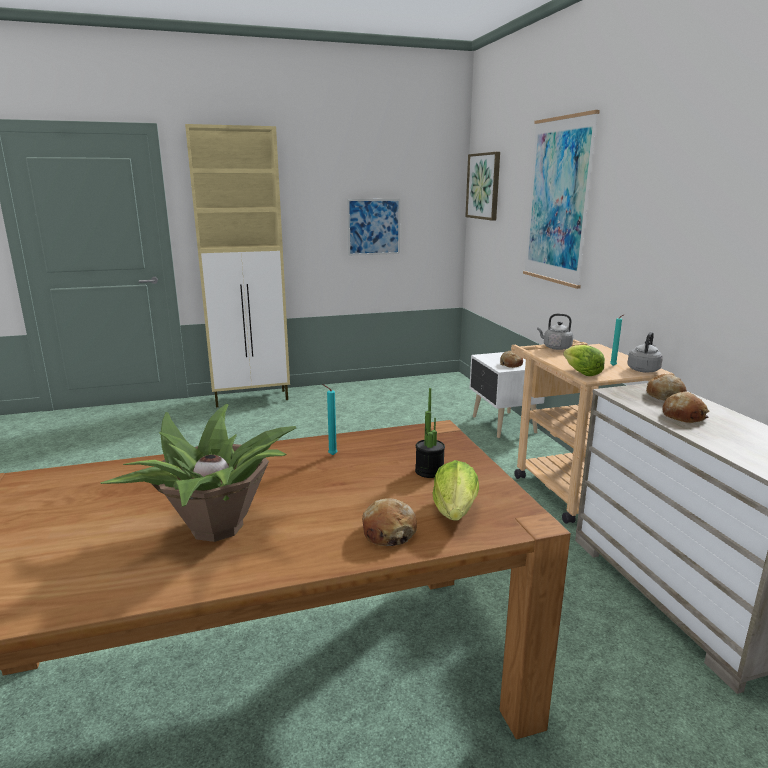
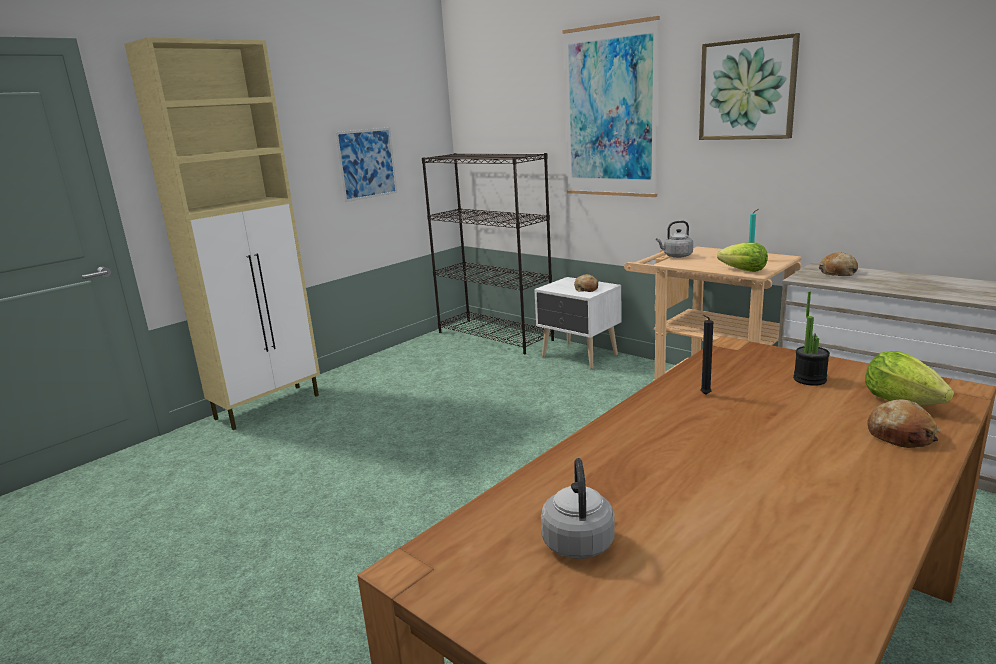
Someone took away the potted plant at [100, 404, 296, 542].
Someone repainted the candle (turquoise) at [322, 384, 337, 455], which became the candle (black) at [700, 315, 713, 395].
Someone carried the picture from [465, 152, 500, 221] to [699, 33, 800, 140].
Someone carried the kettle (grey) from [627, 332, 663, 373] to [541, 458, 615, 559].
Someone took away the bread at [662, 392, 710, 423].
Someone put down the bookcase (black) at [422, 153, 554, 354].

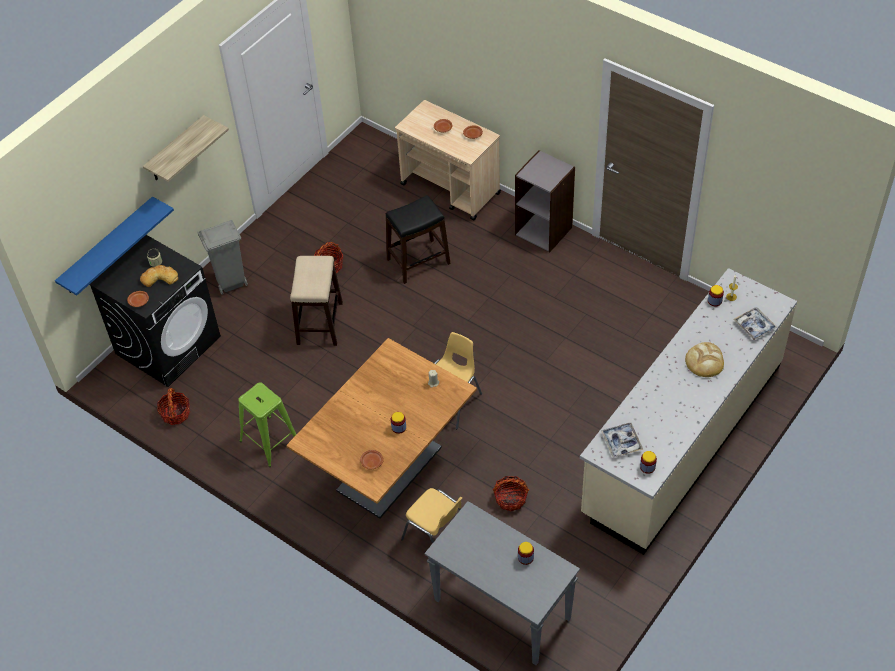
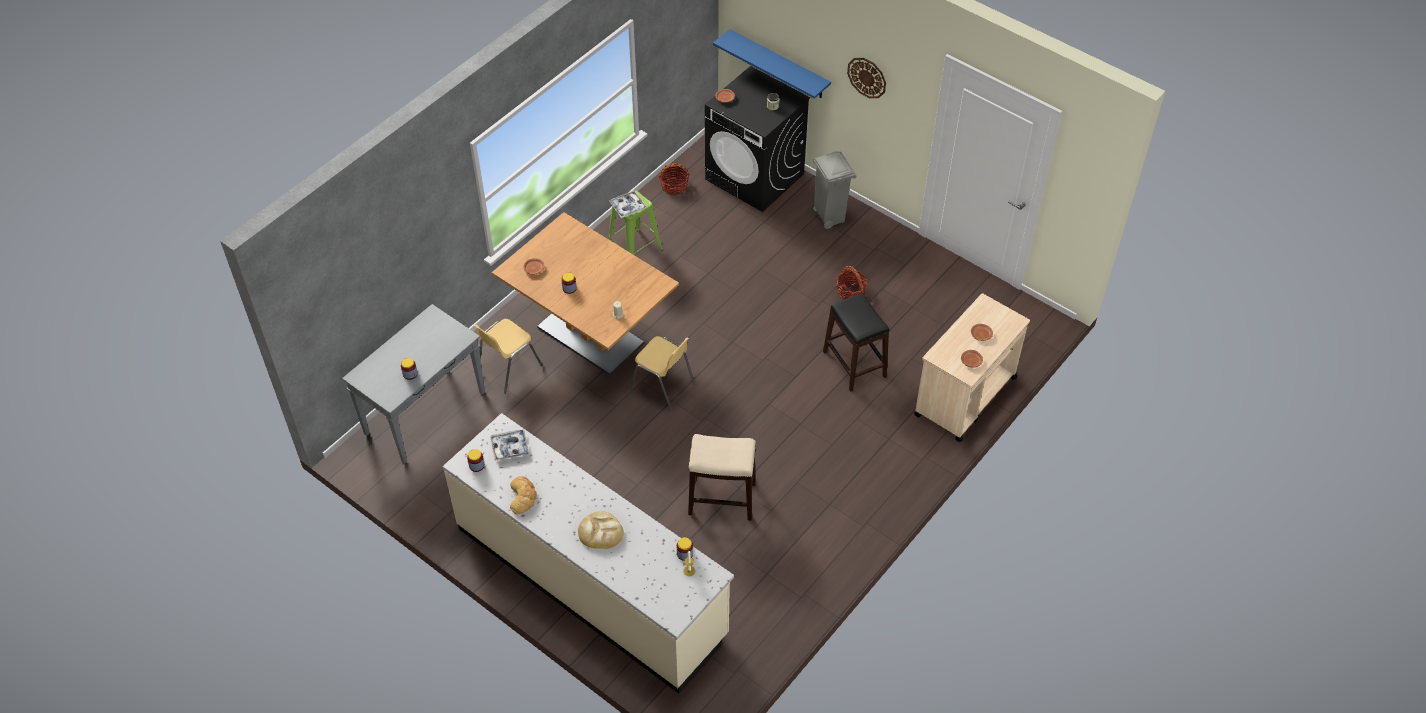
Someone carried the bread from [140, 265, 178, 287] to [510, 476, 537, 514].
Someone swapped the shelf at [143, 115, 229, 182] for the wall clock at [847, 58, 886, 98].
Someone carried the stool from [290, 256, 343, 346] to [688, 434, 756, 521].
Someone took away the basket at [493, 476, 529, 511].
Someone took away the bookcase (grey) at [515, 150, 575, 252].
Someone carried the tray from [733, 307, 777, 340] to [609, 190, 647, 218].

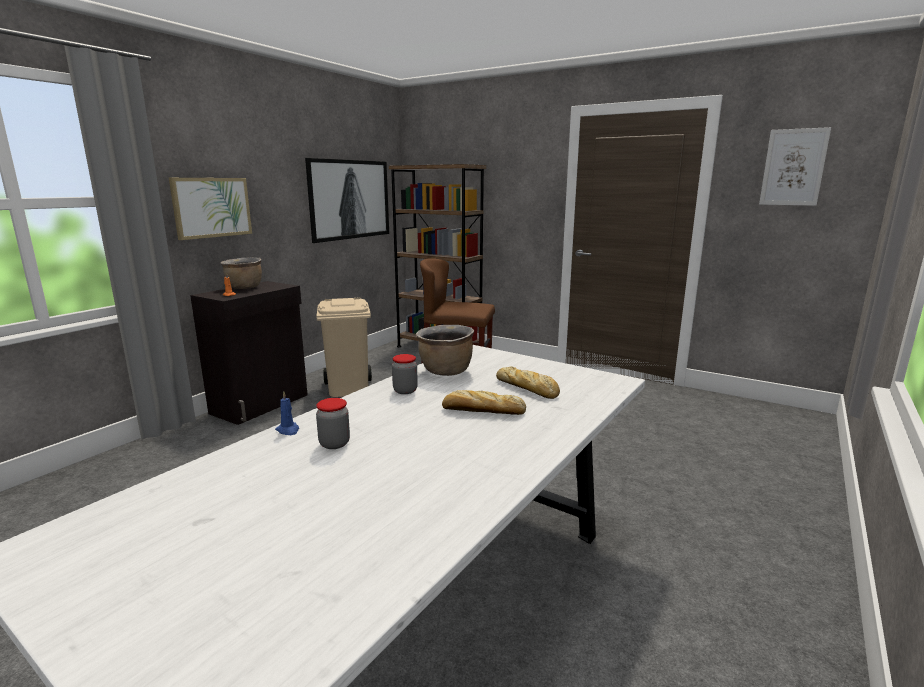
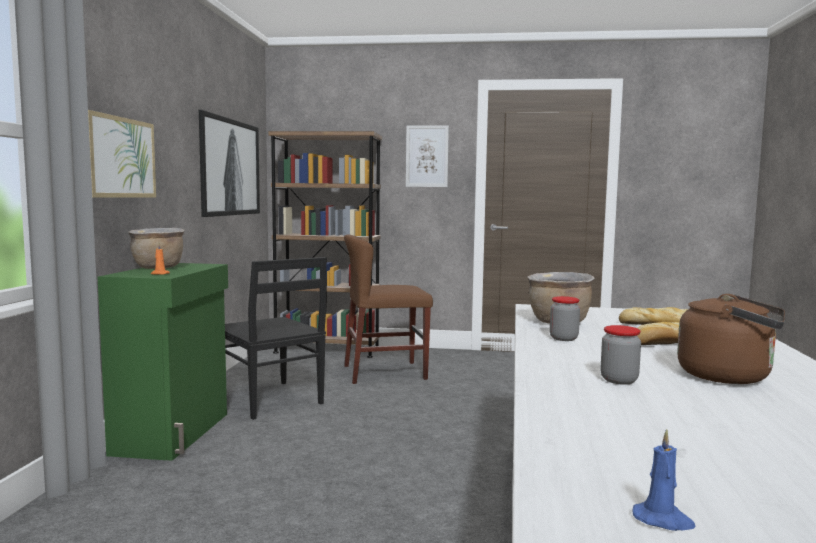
Someone repainted the cabinet (black) at [190, 281, 308, 425], which became the cabinet (green) at [98, 263, 228, 461].
Someone carried the candle (blue) from [275, 391, 299, 435] to [633, 429, 696, 531].
Someone swapped the trash can (beige) at [316, 297, 372, 397] for the chair (black) at [225, 257, 327, 420].
Someone carried the picture from [759, 127, 831, 206] to [406, 125, 449, 187].
Someone put down the kettle (brown) at [677, 294, 785, 384].

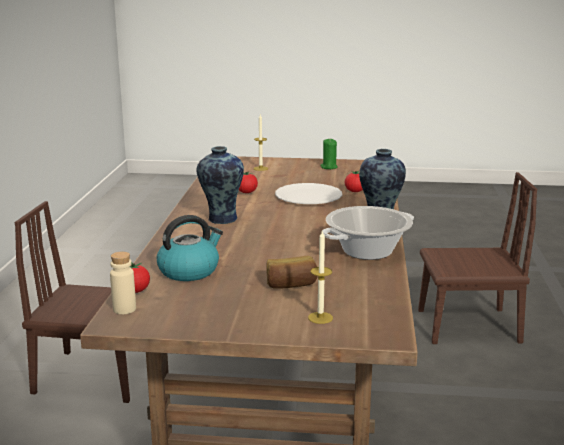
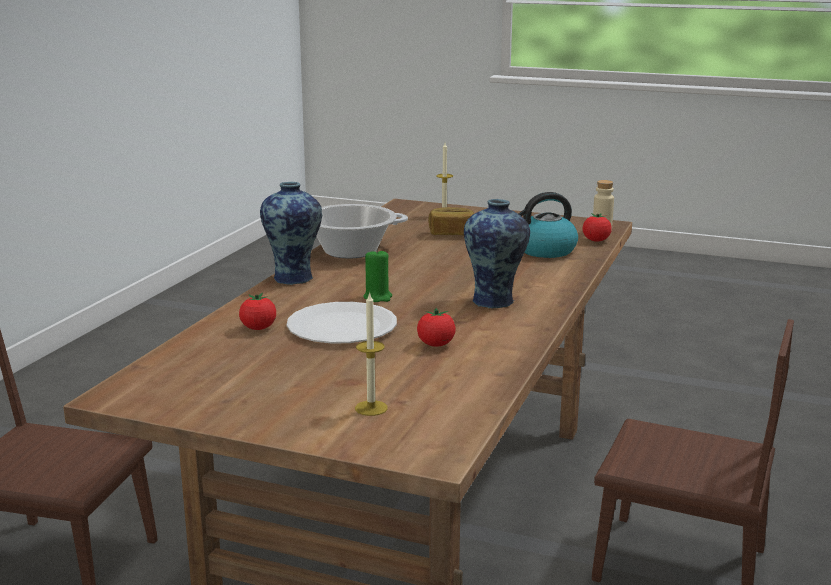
Someone carried the candle (green) from [320, 139, 338, 169] to [363, 249, 392, 302].

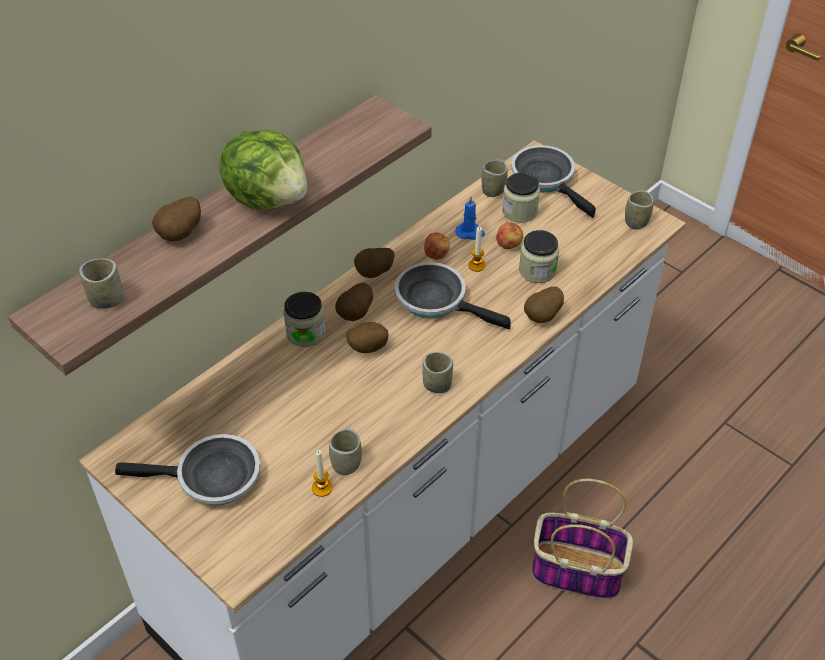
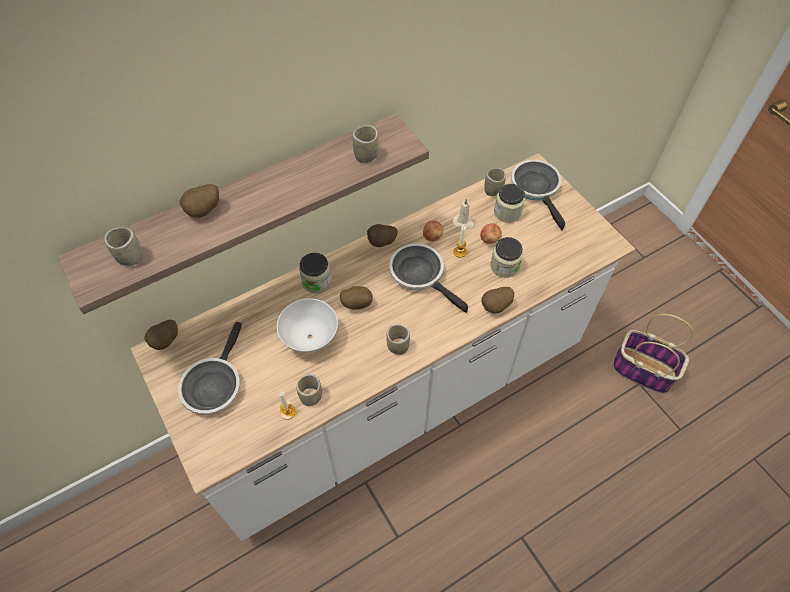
Someone rotated the frying pan at [115, 434, 260, 505] by 90 degrees clockwise.
Someone took away the lettuce at [219, 130, 307, 210].
Someone carried the potato from [335, 282, 373, 321] to [144, 320, 178, 350].
Someone repainted the candle (blue) at [455, 196, 485, 240], which became the candle (beige) at [453, 198, 475, 230].
Someone carried the basket from [532, 479, 633, 600] to [613, 314, 693, 394].
Someone carried the cup from [625, 190, 653, 229] to [352, 125, 379, 163].
Someone put down the bowl (white) at [277, 298, 338, 353].

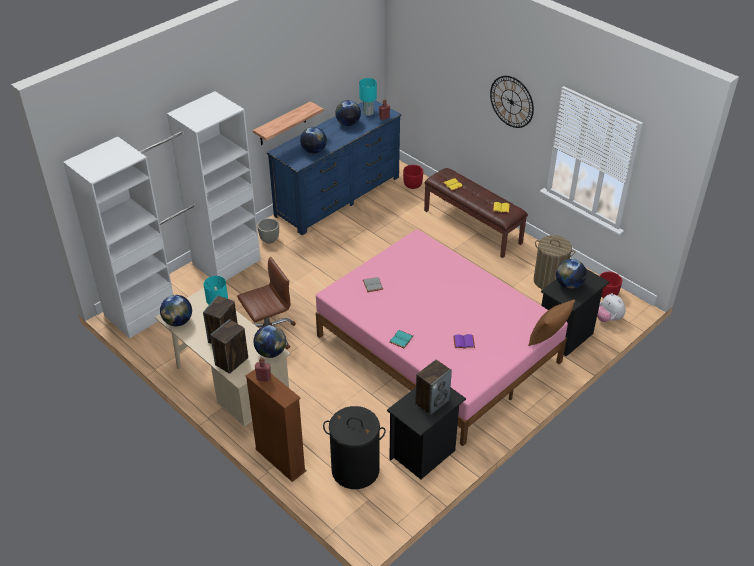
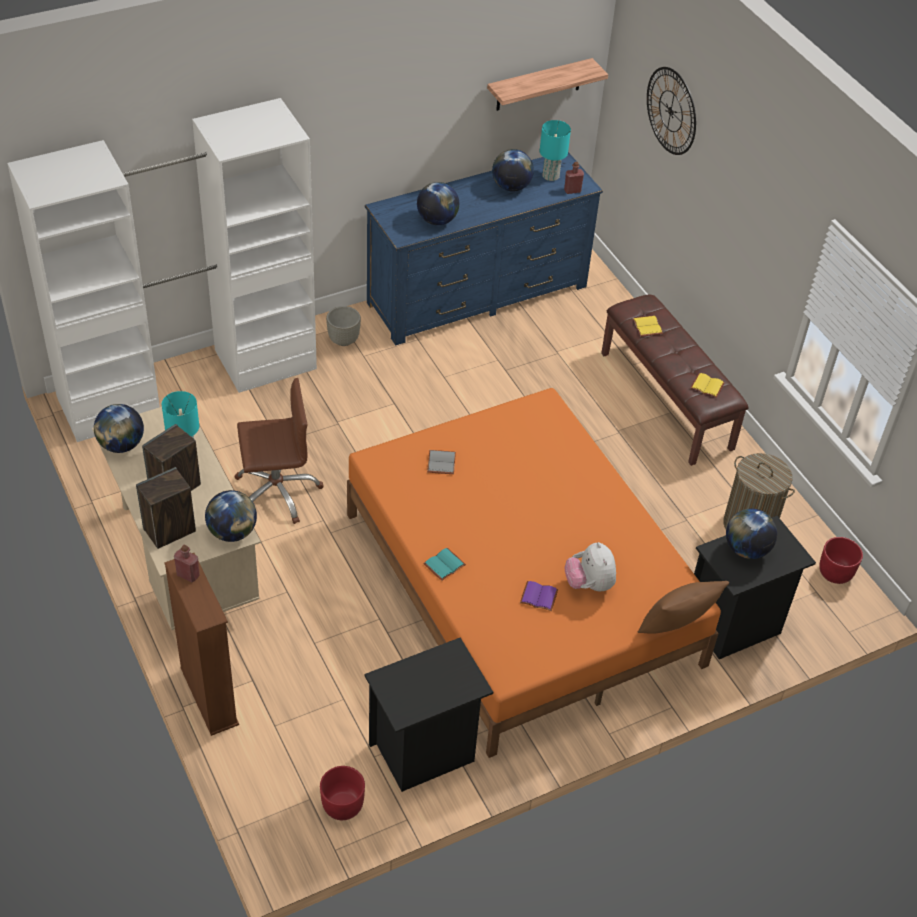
Someone carried the shelf from [253, 101, 324, 145] to [487, 58, 608, 111].
Someone repainted the bed (pink) at [316, 229, 568, 446], which became the bed (orange) at [347, 388, 721, 758].
Someone took away the laundry basket (black) at [323, 406, 386, 489].
Someone carried the planter (red) from [403, 165, 423, 189] to [320, 766, 365, 820].
Someone took away the speaker at [415, 359, 452, 415].
Someone carried the wall clock from [490, 76, 534, 128] to [647, 67, 696, 155].
Someone carried the plush toy from [597, 293, 626, 322] to [564, 542, 616, 591].

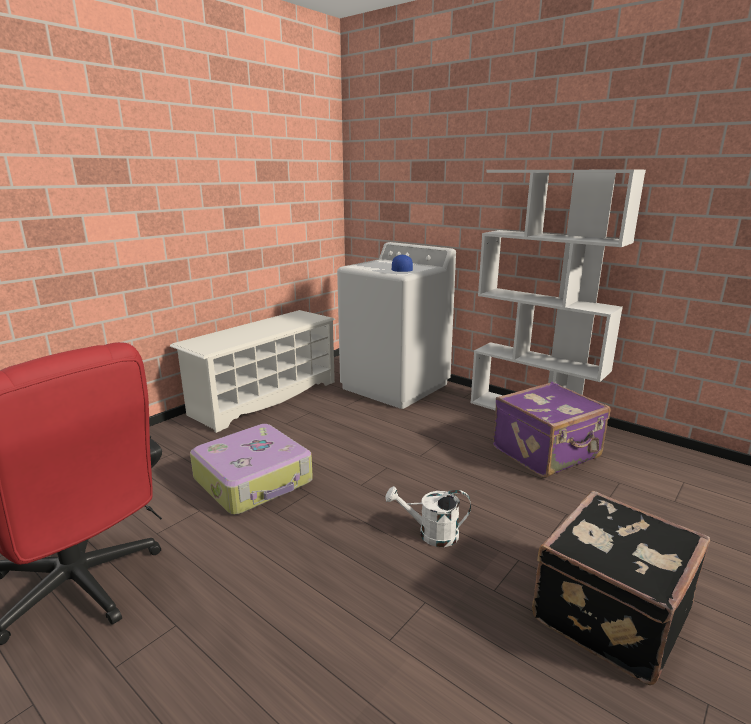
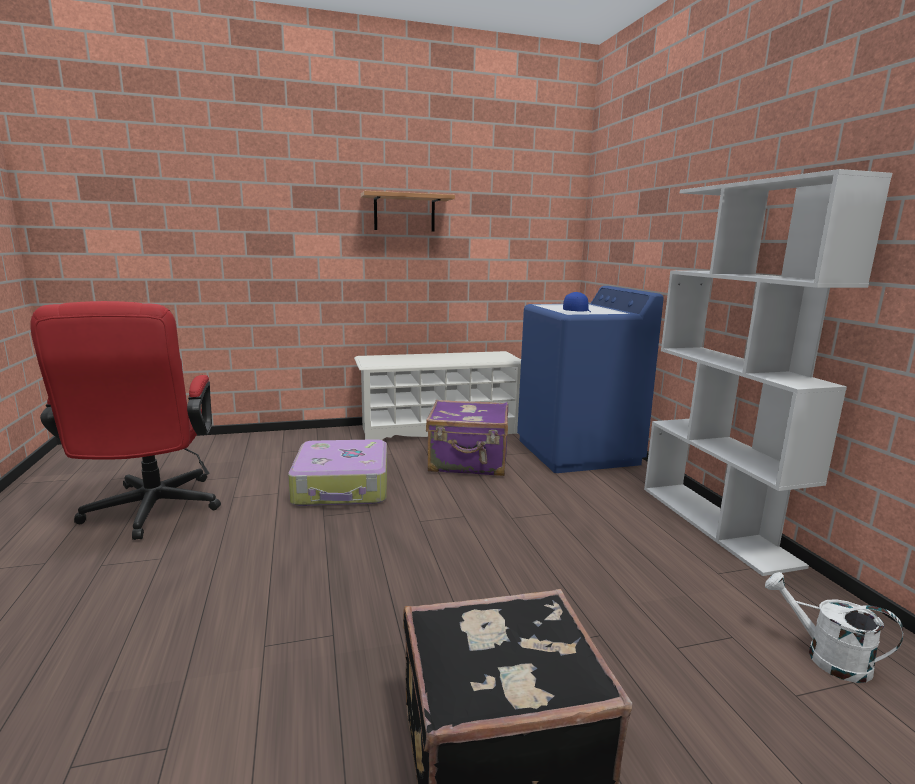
Someone repainted the washing machine (white) at [337, 242, 456, 409], which became the washing machine (blue) at [517, 286, 664, 473].
Someone carried the watering can (white) from [385, 486, 471, 547] to [765, 572, 903, 683].
Someone carried the suitcase (purple) from [493, 382, 611, 477] to [426, 399, 508, 476].
Someone put up the shelf at [361, 191, 455, 232].

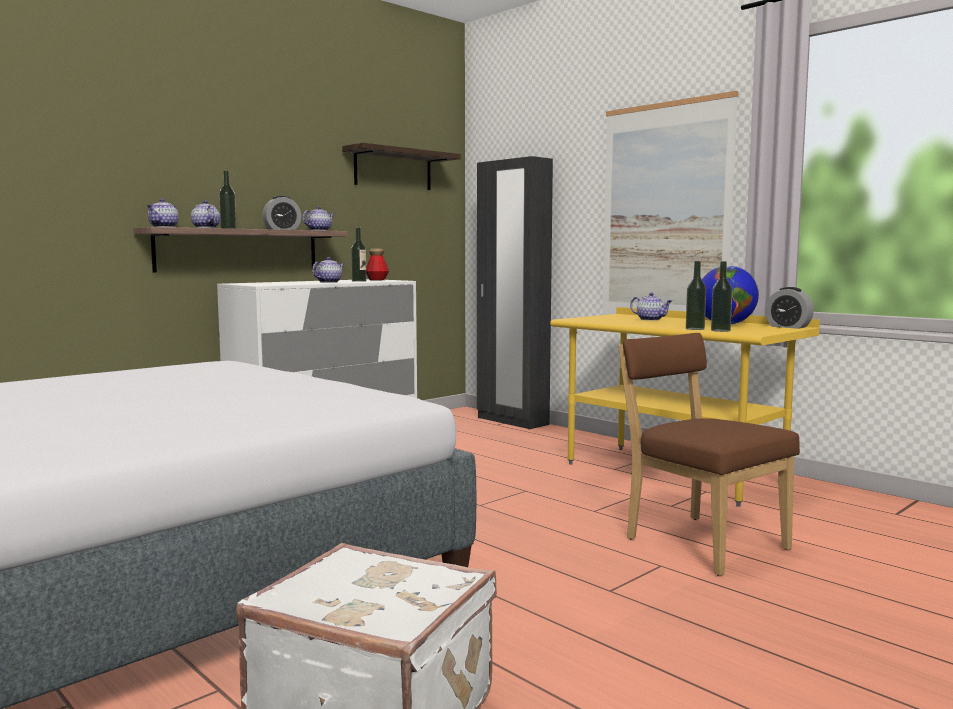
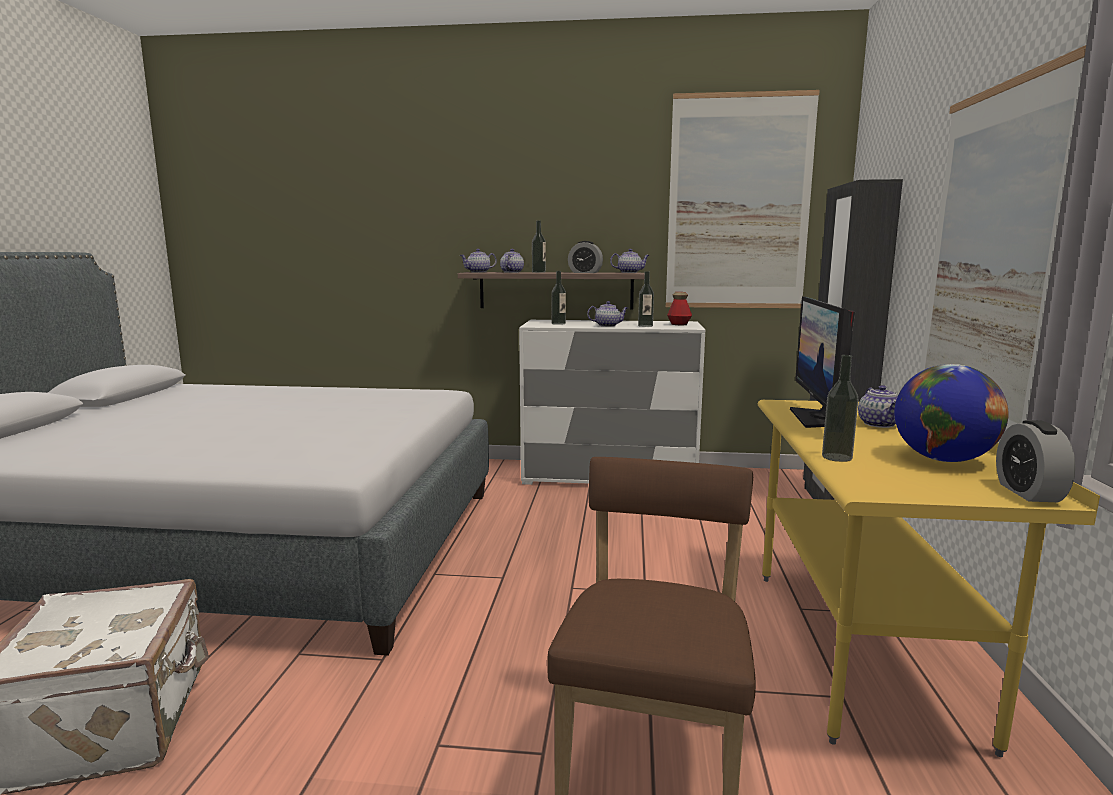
Someone swapped the shelf at [342, 143, 461, 190] for the picture at [666, 90, 820, 308].
Someone carried the bottle from [711, 261, 732, 332] to [552, 271, 566, 325].
Someone put down the monitor at [790, 296, 855, 428].

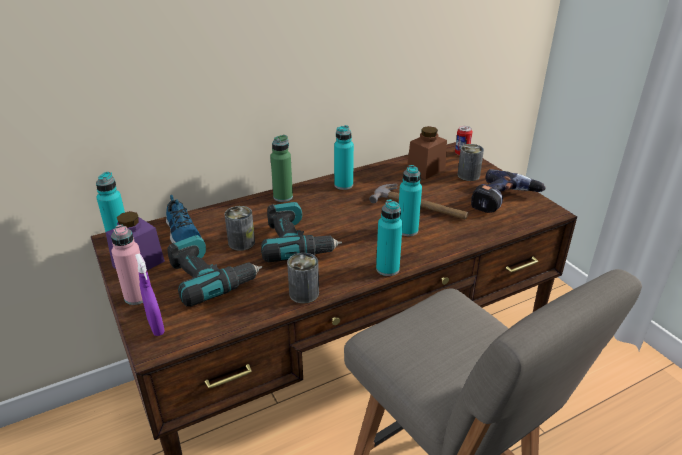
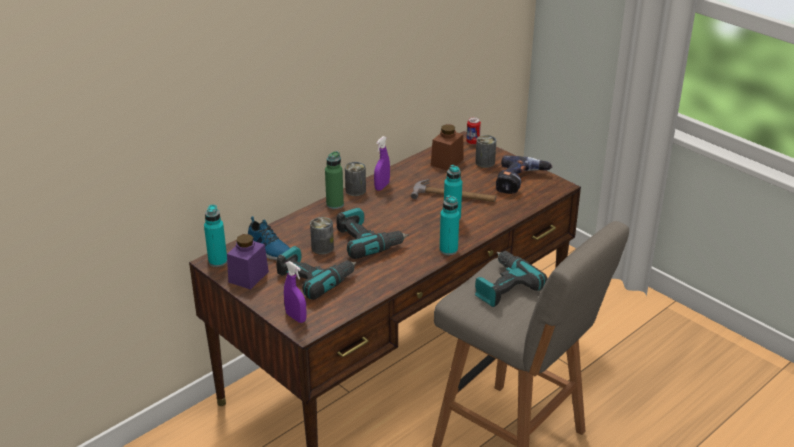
Someone took away the bottle (pink) at [111, 224, 143, 305].
Someone carried the can from [287, 253, 319, 304] to [345, 162, 366, 196].
Someone swapped the bottle (turquoise) at [334, 125, 354, 190] for the spray bottle (purple) at [374, 136, 390, 191].
Someone put down the power drill at [475, 251, 548, 307].

